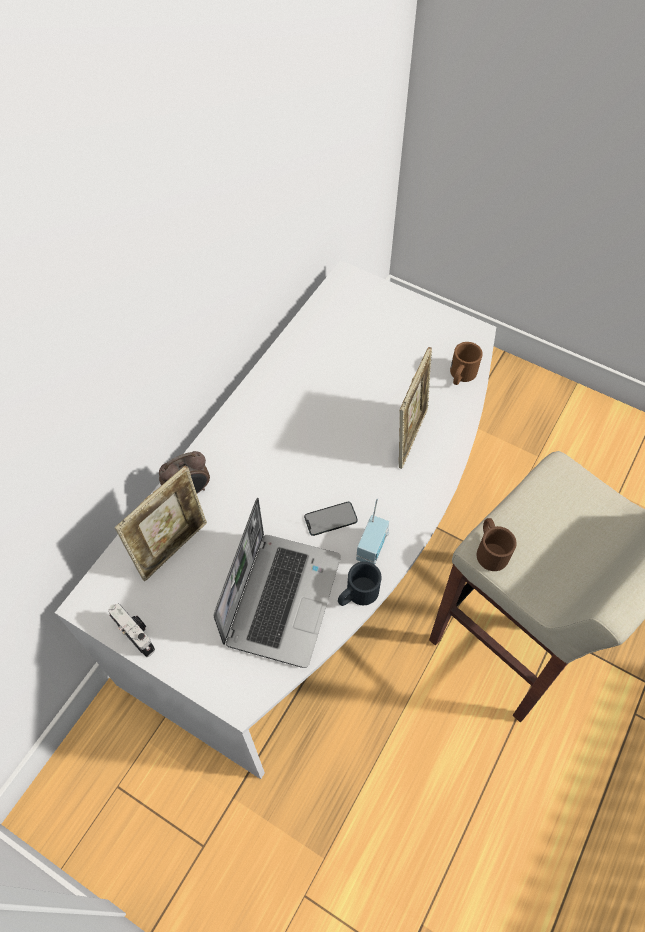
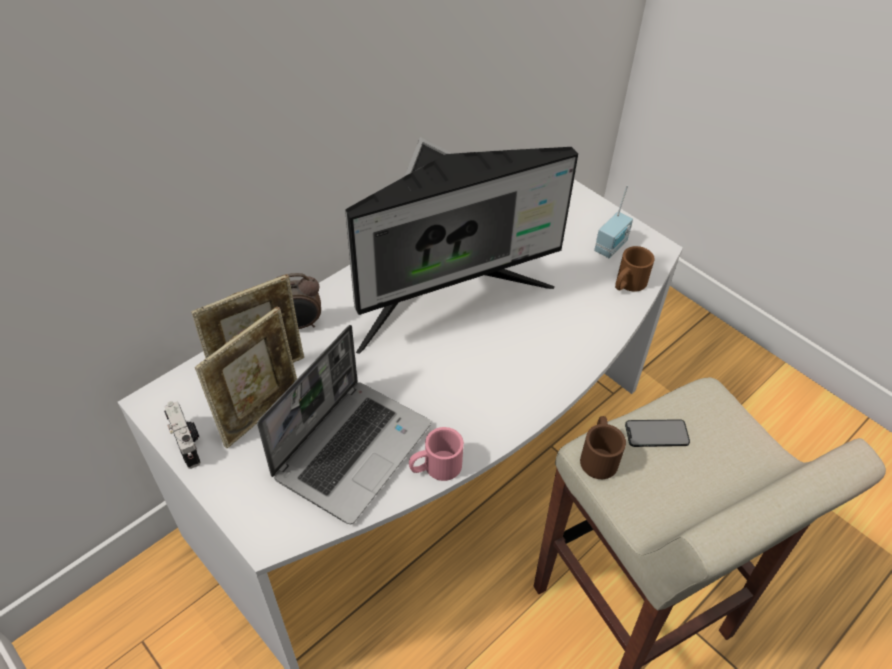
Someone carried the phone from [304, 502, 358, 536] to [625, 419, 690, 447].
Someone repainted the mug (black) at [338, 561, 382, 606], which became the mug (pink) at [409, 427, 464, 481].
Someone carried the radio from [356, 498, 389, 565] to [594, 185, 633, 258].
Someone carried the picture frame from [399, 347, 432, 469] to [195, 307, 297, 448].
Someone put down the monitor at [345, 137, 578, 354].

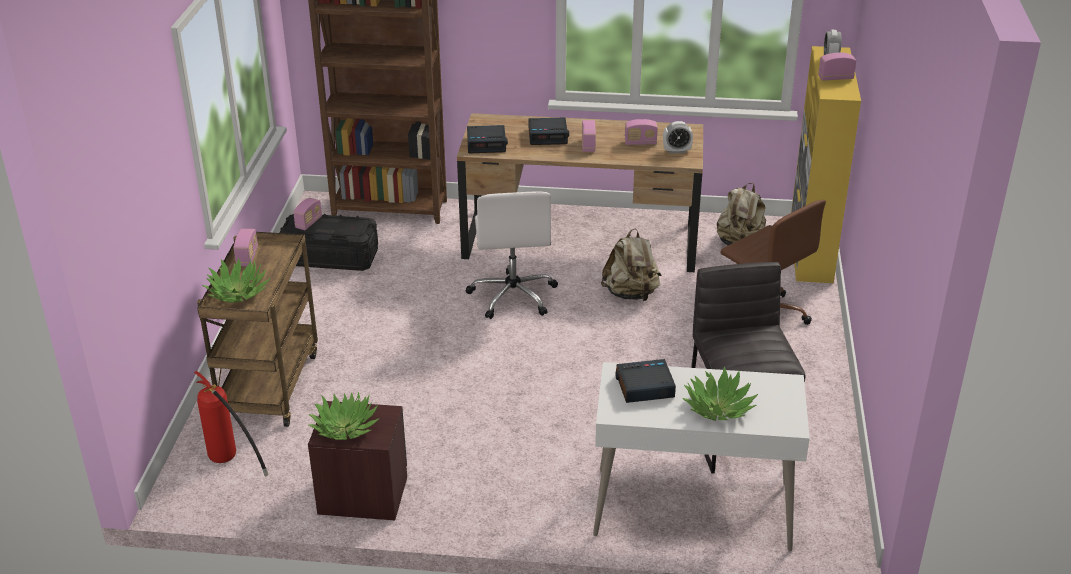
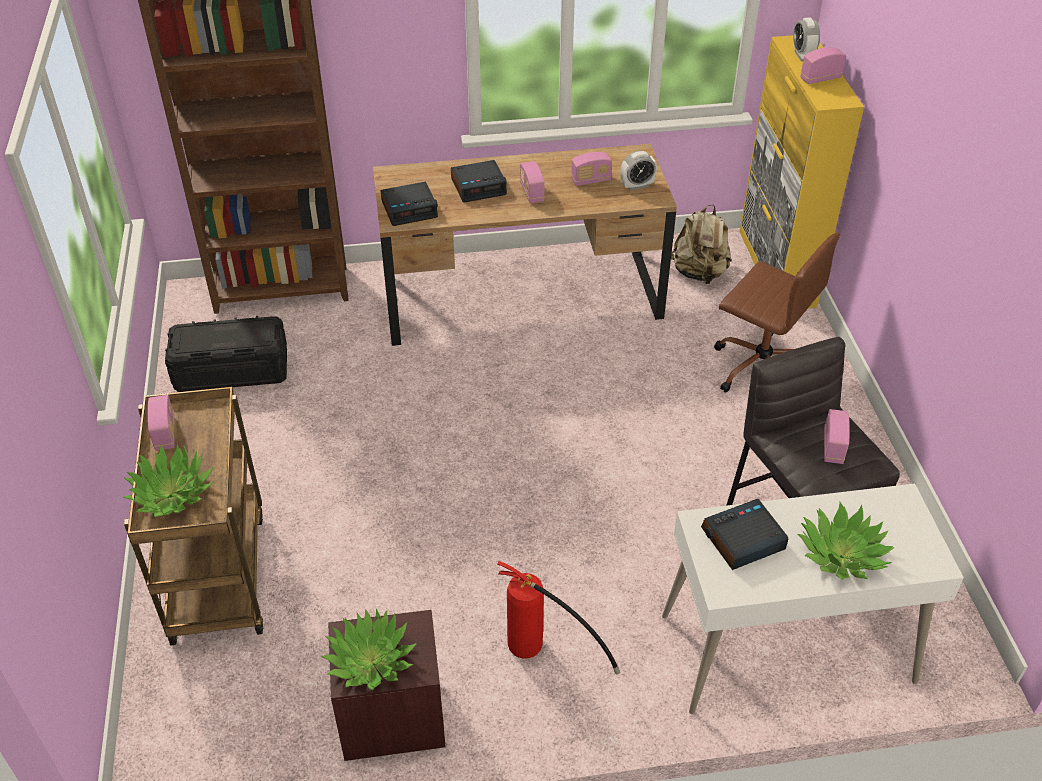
Someone carried the fire extinguisher from [194, 371, 269, 476] to [497, 561, 620, 675].
Someone carried the radio from [293, 198, 322, 230] to [824, 409, 850, 464].
Someone took away the office chair (white) at [465, 191, 558, 319].
Someone took away the backpack (beige) at [601, 228, 662, 301].

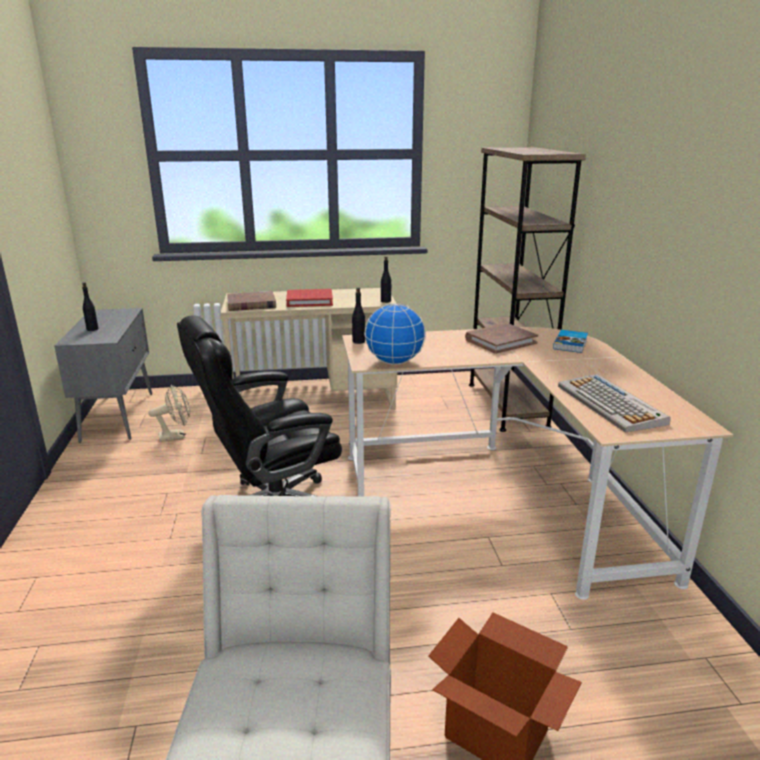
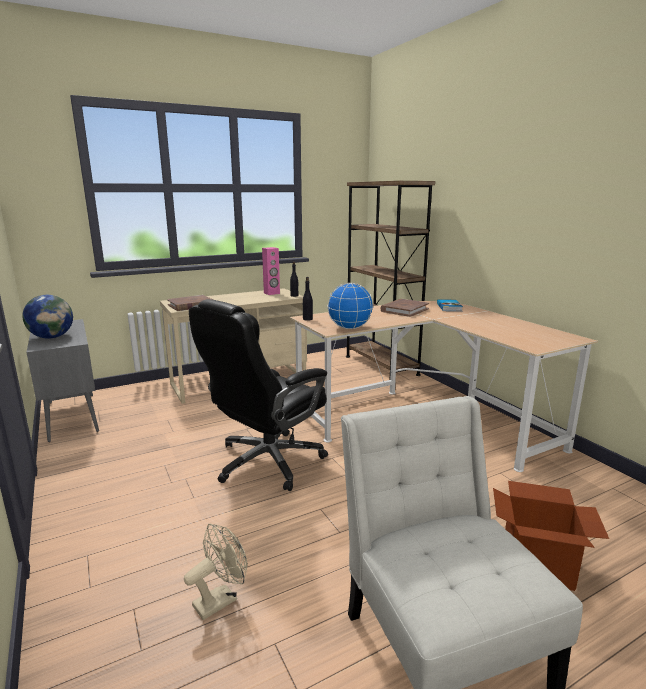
Someone swapped the bottle (black) at [82, 283, 98, 331] for the globe at [22, 295, 73, 339].
Someone carried the fan (beige) from [149, 385, 190, 442] to [184, 523, 248, 620].
Someone took away the book (red) at [286, 289, 333, 307].
Someone took away the keyboard at [558, 374, 671, 433].
Someone put down the speaker (pink) at [262, 247, 280, 295].

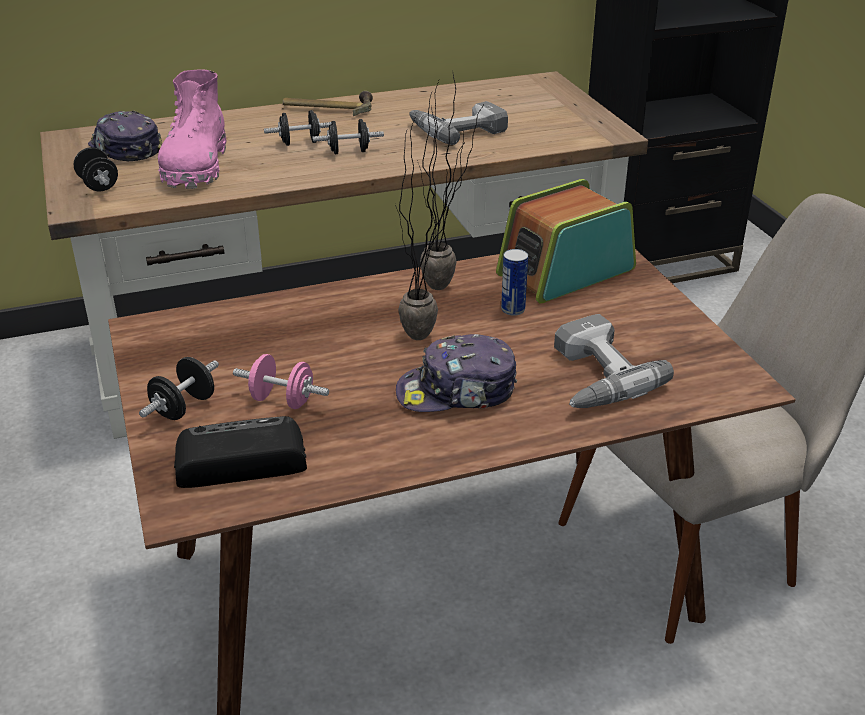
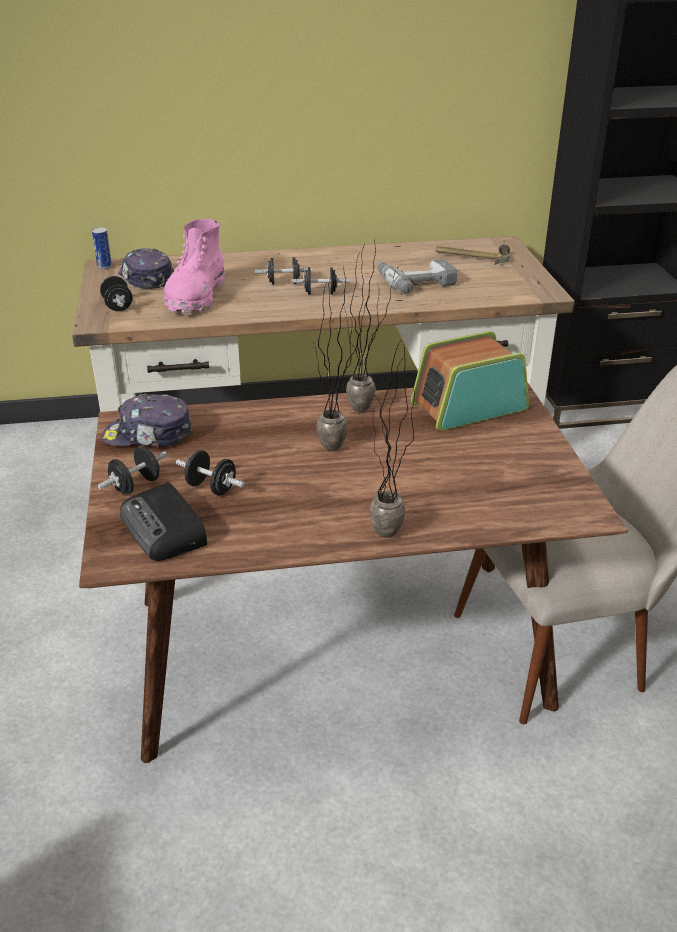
Someone rotated the radio at [174, 416, 307, 488] by 120 degrees counterclockwise.
Someone repainted the dumbbell (pink) at [233, 354, 329, 409], which became the dumbbell (black) at [176, 450, 245, 496].
Someone carried the hammer from [283, 91, 373, 116] to [436, 244, 510, 265].
Someone carried the cap from [396, 334, 517, 412] to [102, 394, 192, 447].
Someone carried the can from [501, 249, 528, 315] to [92, 228, 112, 269].
Someone took away the power drill at [554, 314, 674, 408].
Someone put down the potted plant at [369, 341, 414, 538].

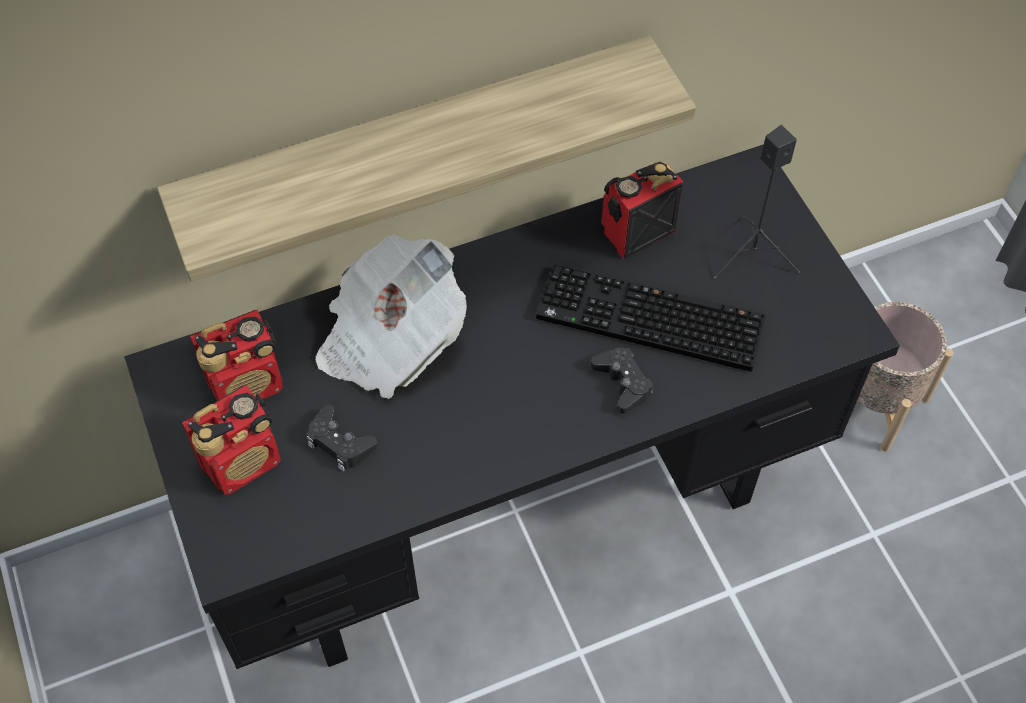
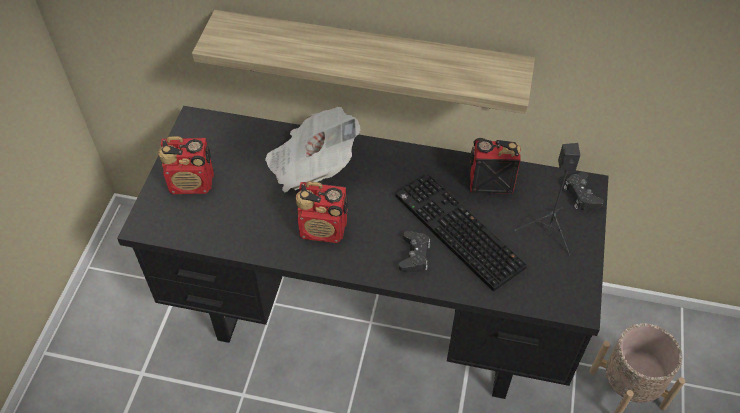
Someone carried the radio from [190, 310, 283, 401] to [296, 181, 348, 243].
Someone carried the game controller (black) from [307, 405, 378, 471] to [563, 172, 604, 210].

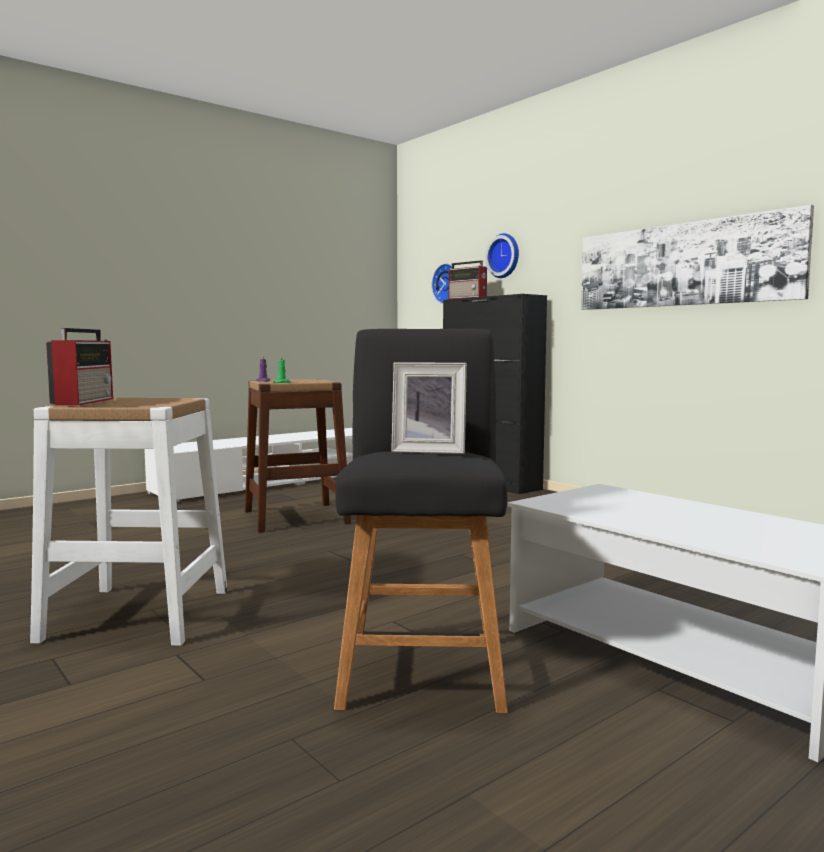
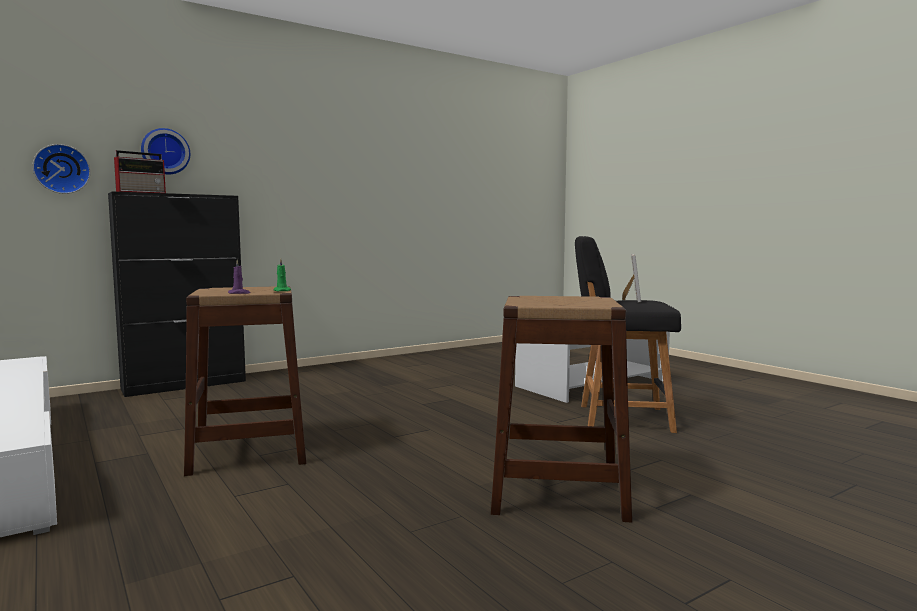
Someone repainted the stool (white) at [30, 398, 228, 645], which became the stool (brown) at [491, 296, 632, 522].
Someone took away the radio at [46, 328, 113, 405].
Someone took away the picture at [581, 205, 814, 310].

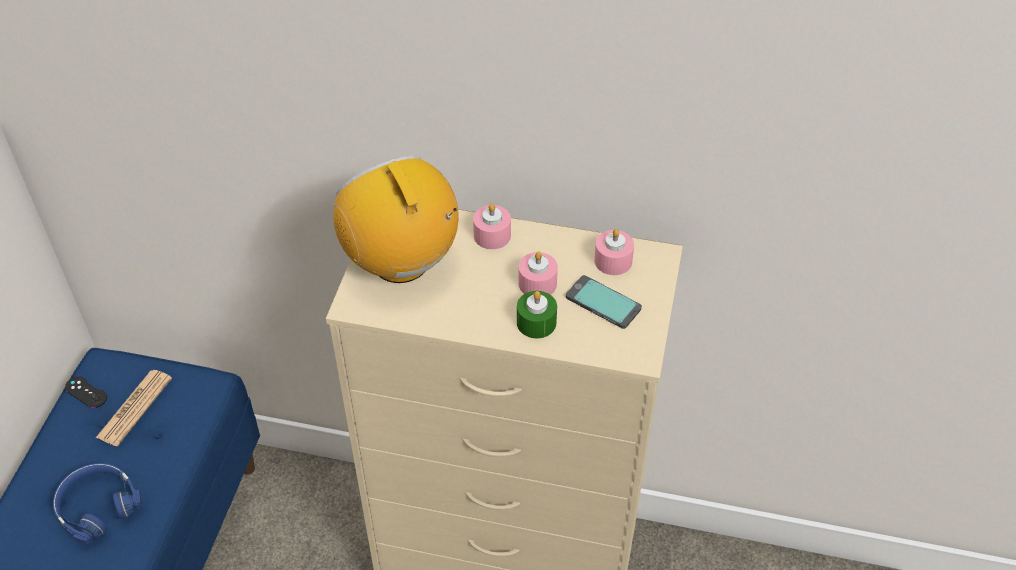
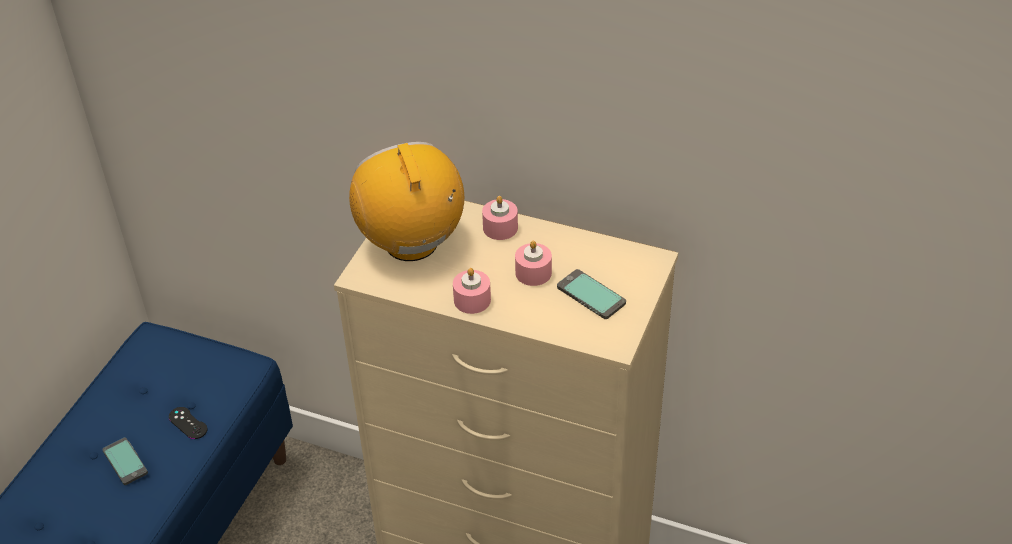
Someone swapped the headphones (blue) at [53, 463, 142, 545] for the phone at [102, 438, 148, 485].
Someone carried the game controller (black) from [65, 376, 107, 408] to [169, 407, 208, 439].
Someone took away the newspaper at [96, 370, 172, 446].
Someone took away the candle (green) at [517, 291, 557, 339].
Someone carried the candle (pink) from [594, 229, 634, 275] to [453, 268, 491, 314].

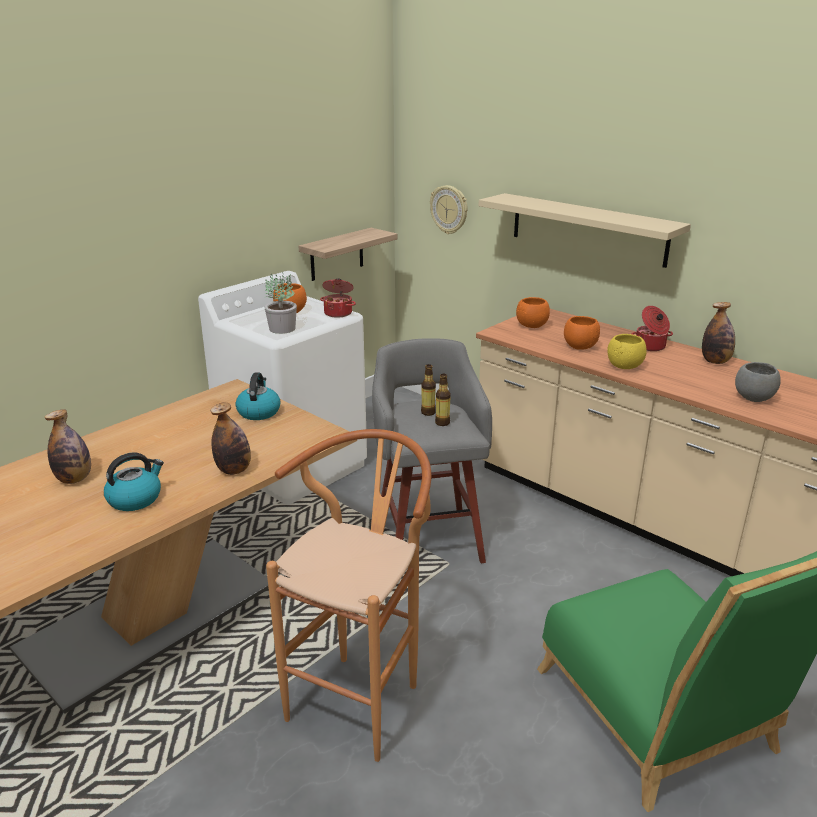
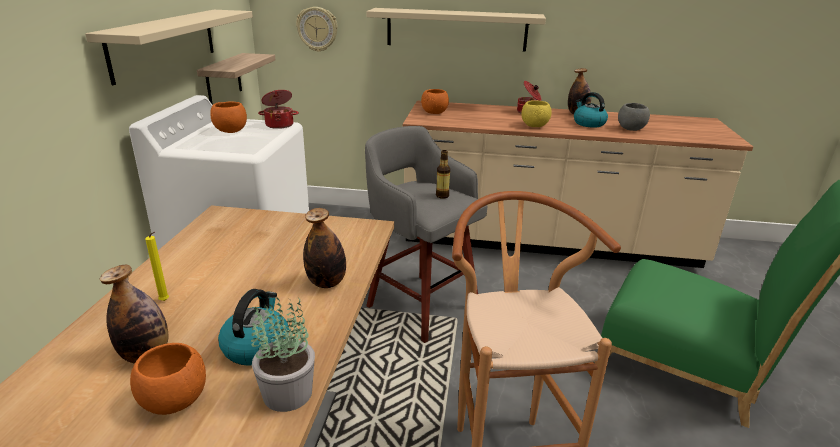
Someone carried the kettle from [235, 372, 280, 420] to [574, 92, 608, 128].
Someone carried the potted plant from [264, 272, 297, 334] to [251, 297, 315, 412].
Someone took away the bottle at [421, 364, 436, 416].
Someone carried the bowl (orange) from [564, 316, 600, 350] to [130, 343, 206, 415].
Someone put up the shelf (beige) at [85, 10, 253, 85].
Someone put down the candle (yellow) at [145, 232, 169, 301].

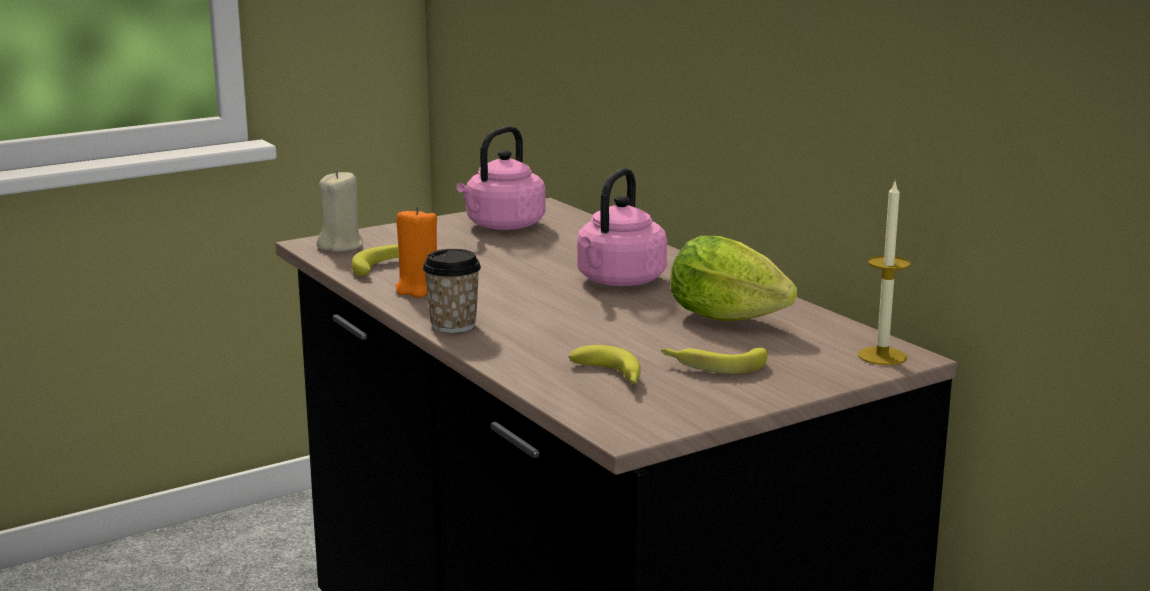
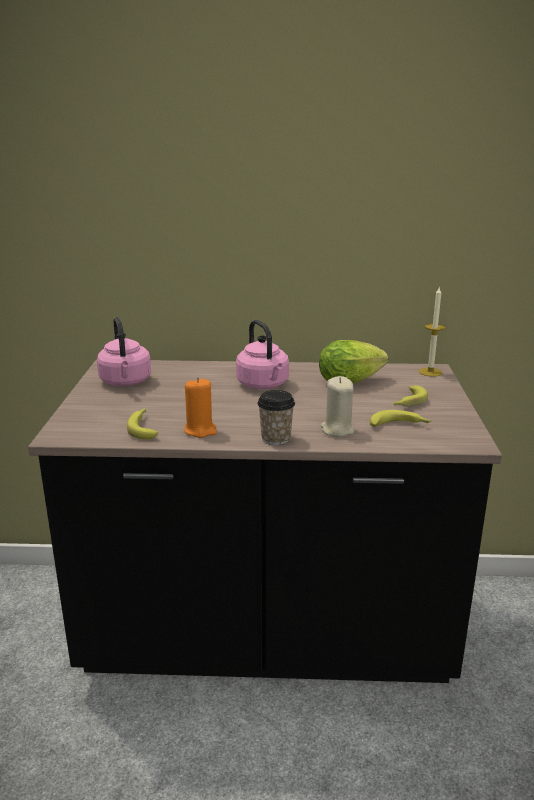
Someone carried the candle (beige) from [317, 170, 363, 252] to [320, 376, 354, 437].

